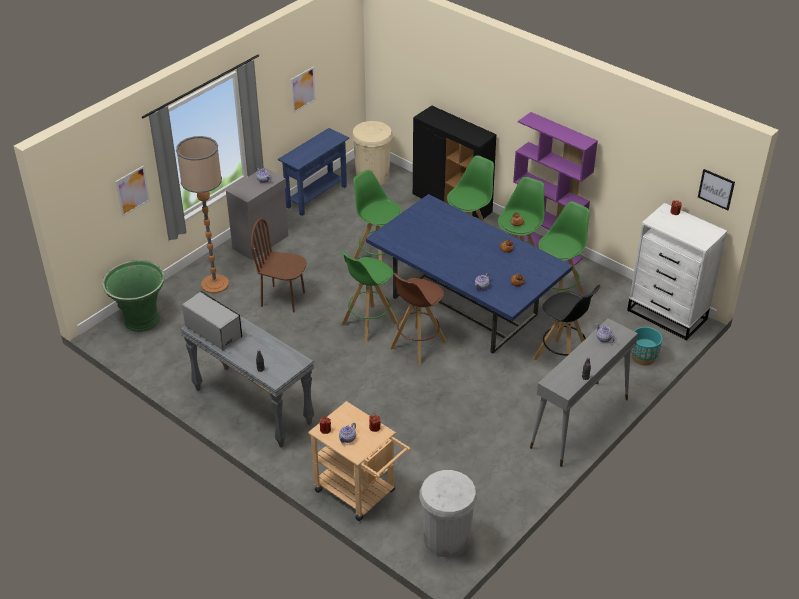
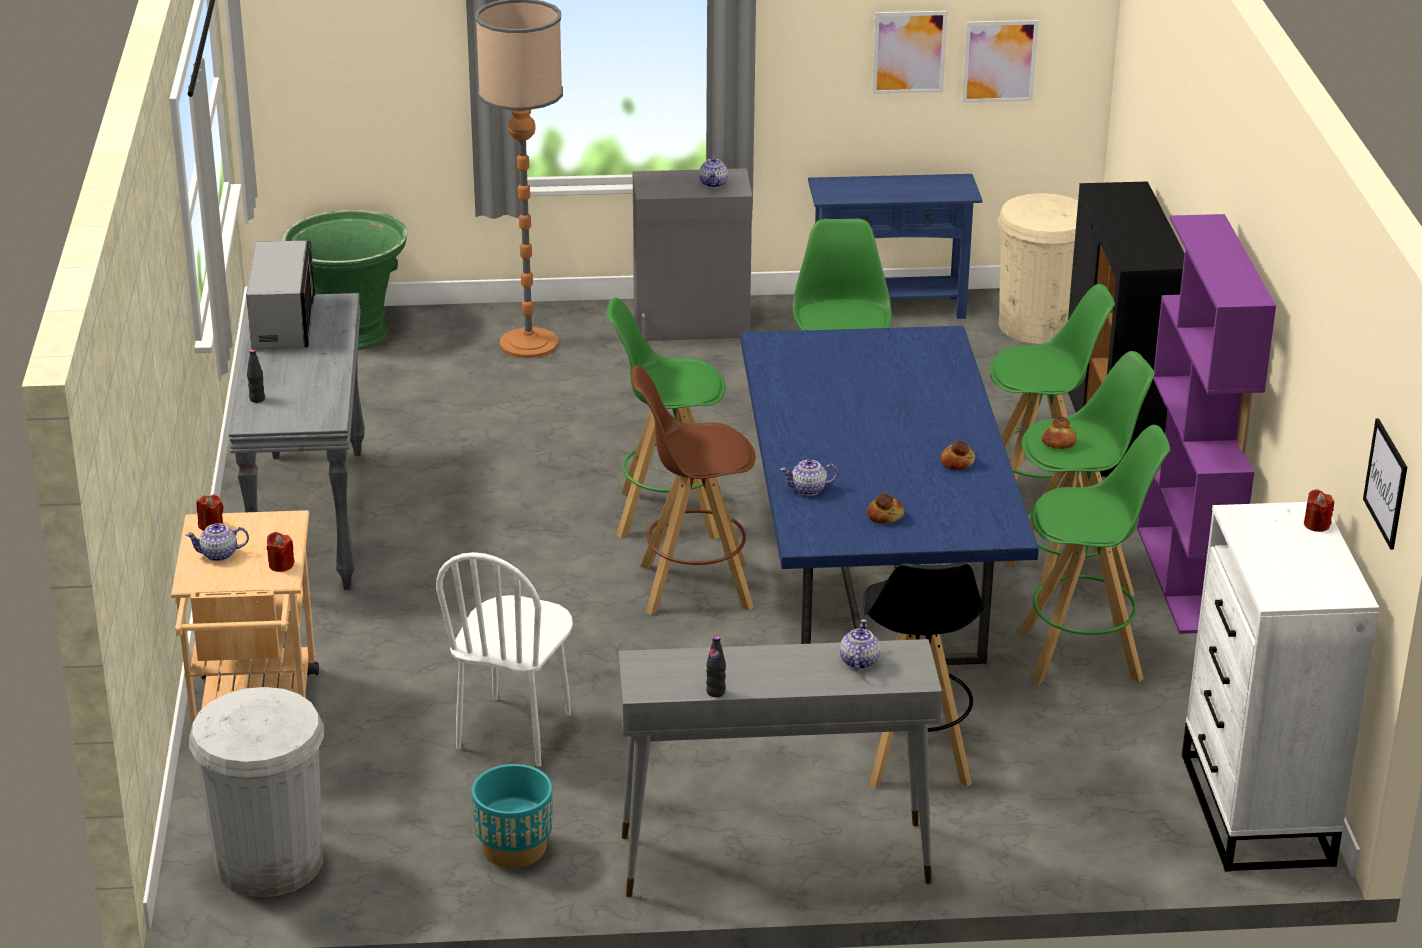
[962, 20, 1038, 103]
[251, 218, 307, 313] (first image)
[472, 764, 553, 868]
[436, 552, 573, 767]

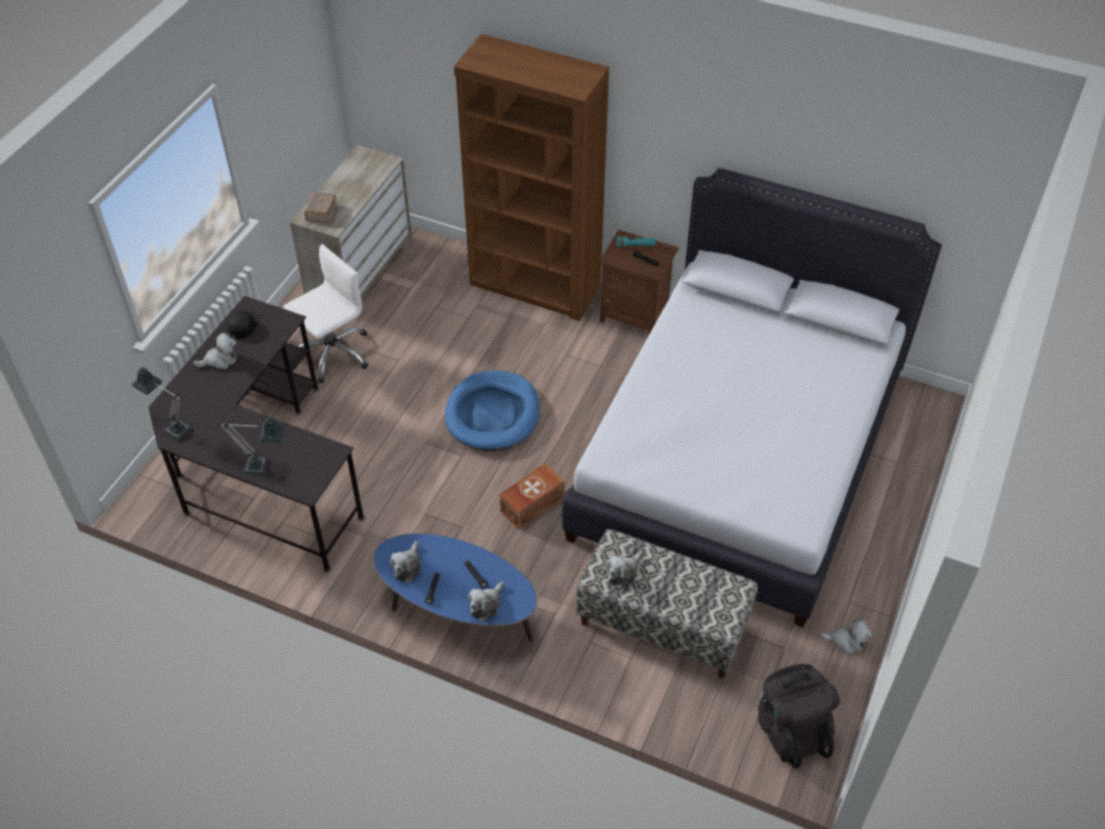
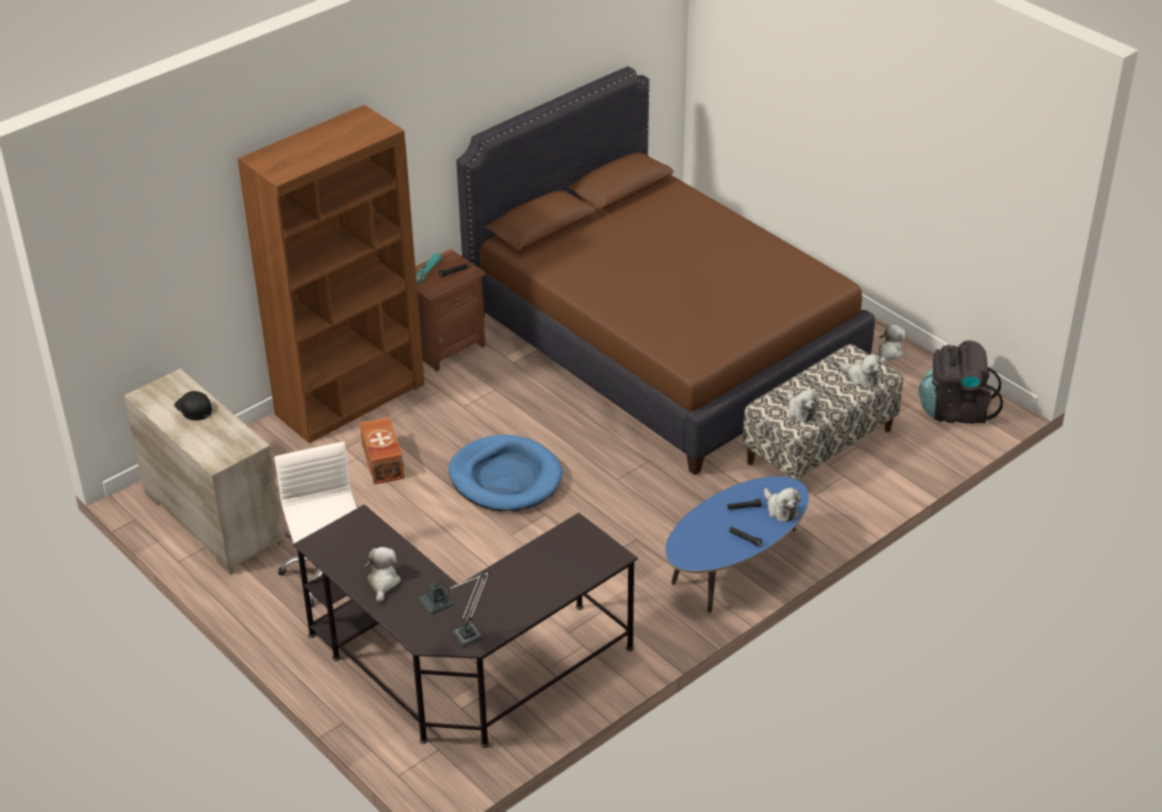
[456, 66, 875, 475]
[304, 192, 337, 223] (first image)
[174, 391, 212, 420]
[219, 414, 286, 475] (first image)
[360, 417, 405, 484]
[840, 354, 882, 387]

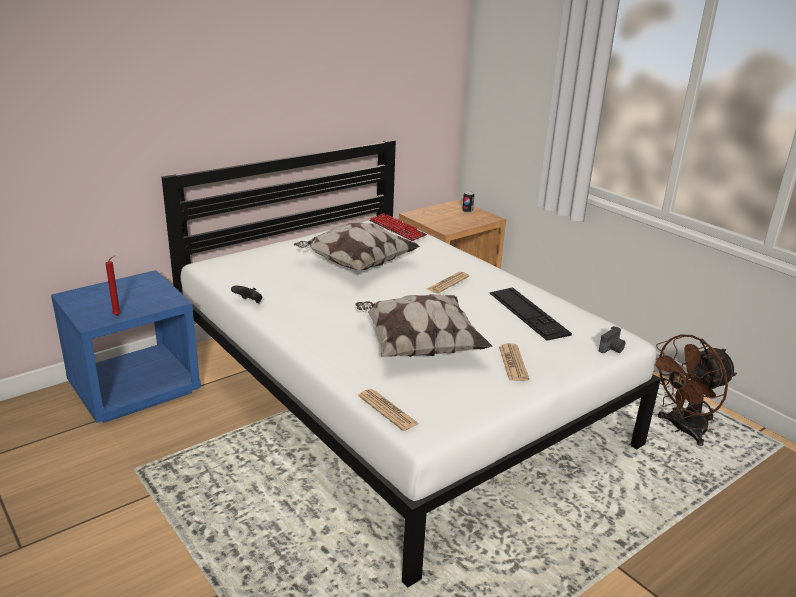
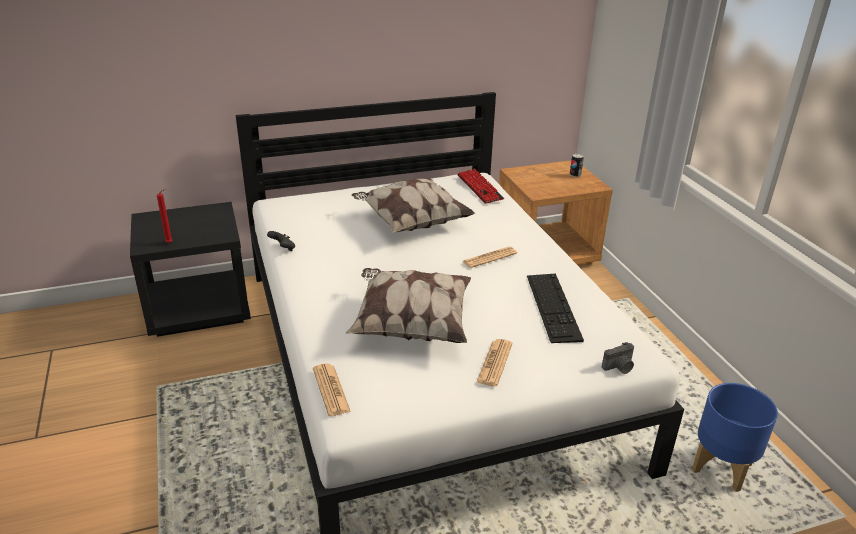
[130, 202, 251, 337]
[692, 383, 778, 492]

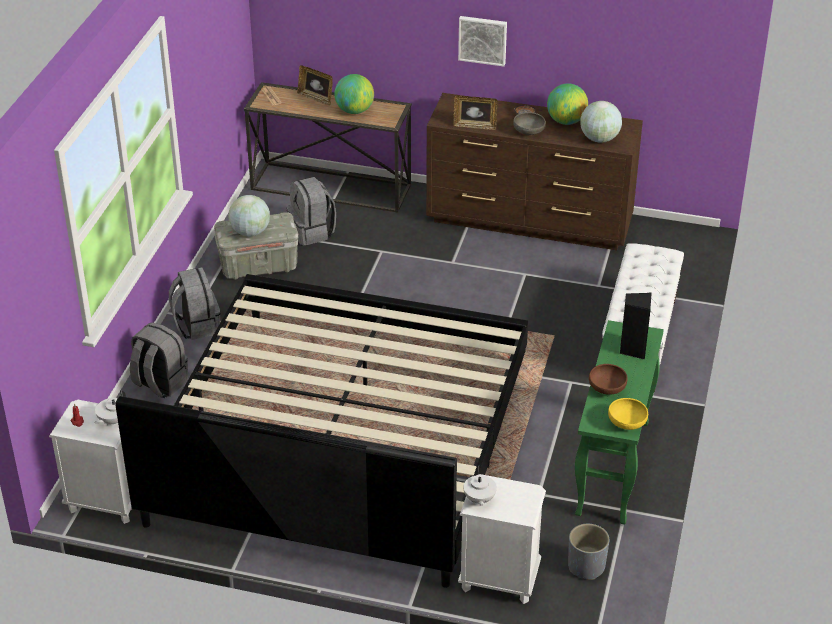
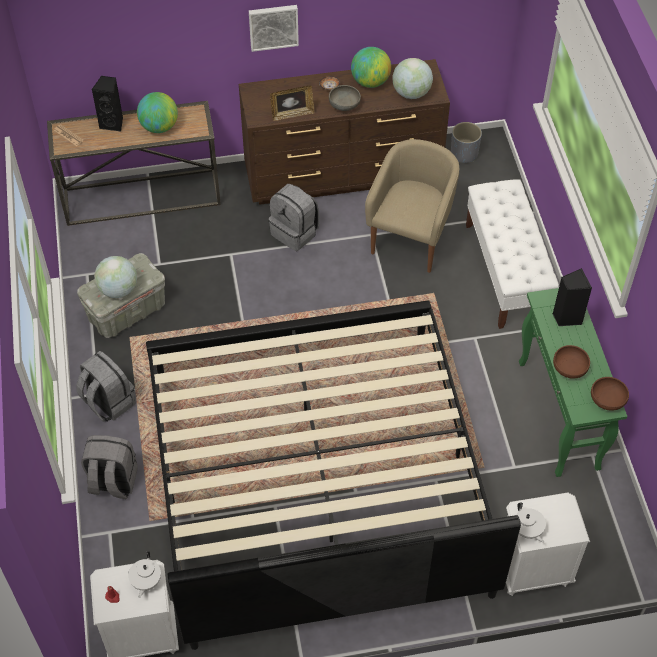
[92, 76, 123, 131]
[269, 184, 320, 251]
[591, 377, 629, 411]
[451, 122, 482, 163]
[365, 139, 459, 273]

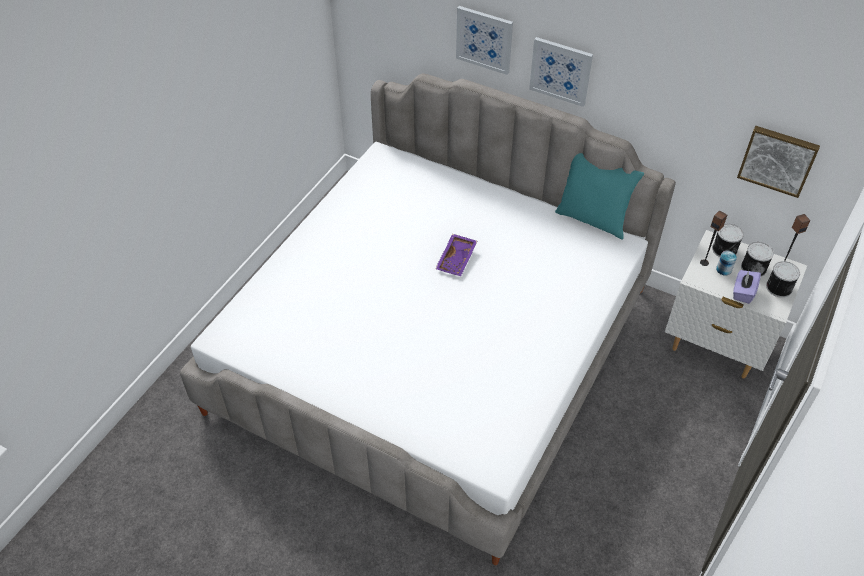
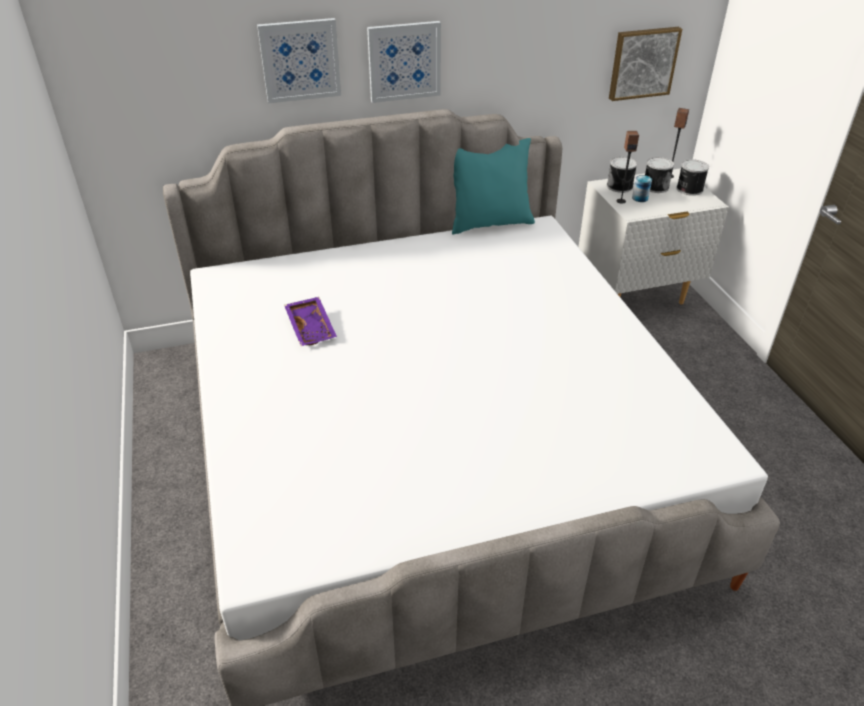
[284, 297, 337, 346]
[733, 270, 761, 304] (first image)

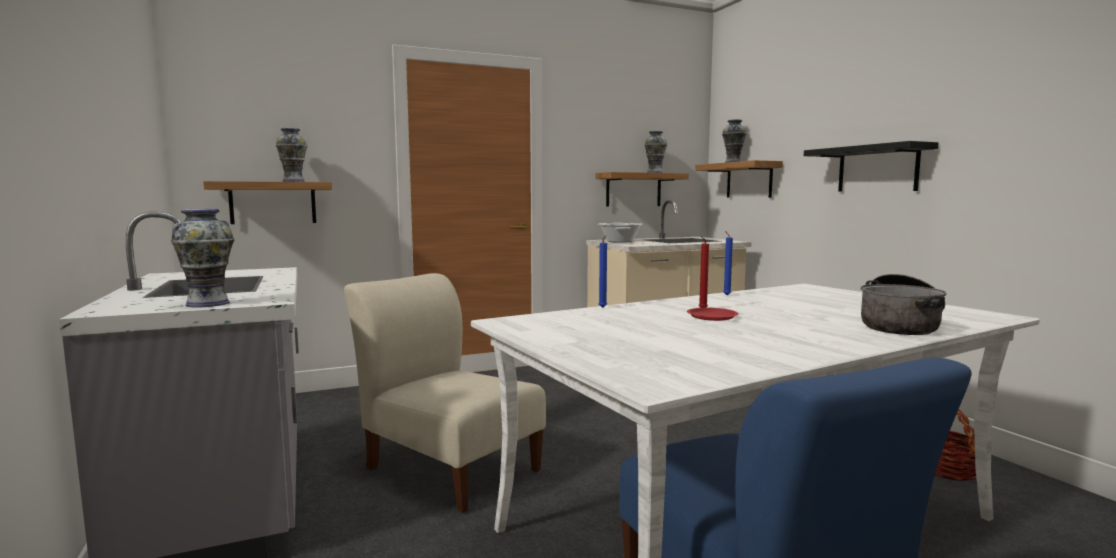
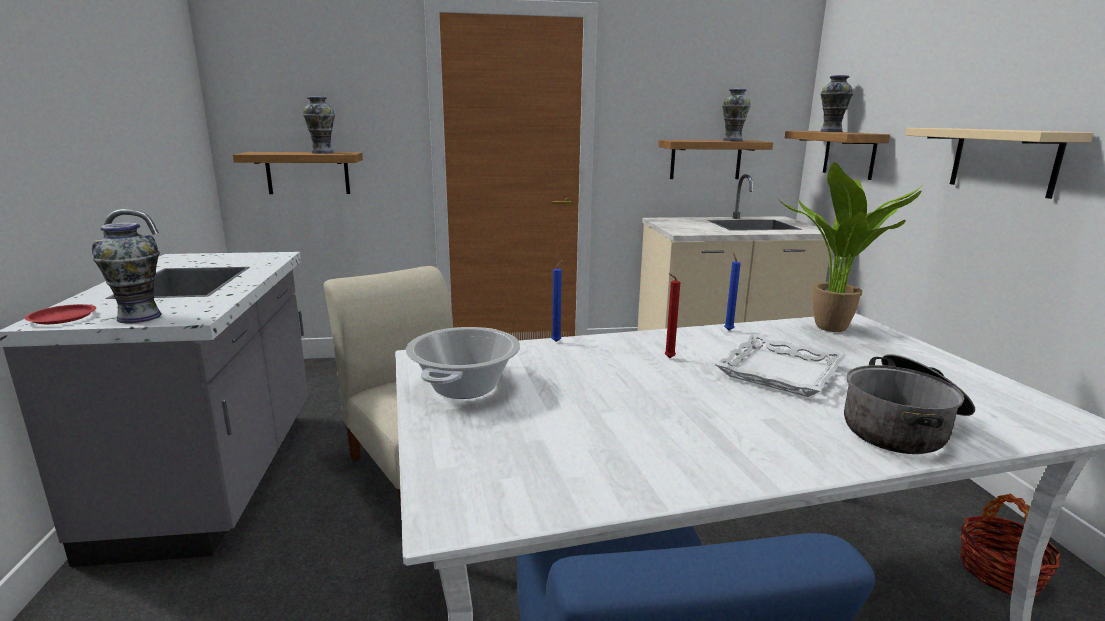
[905, 128, 1093, 199]
[406, 327, 520, 399]
[25, 304, 96, 324]
[779, 162, 921, 332]
[715, 334, 846, 397]

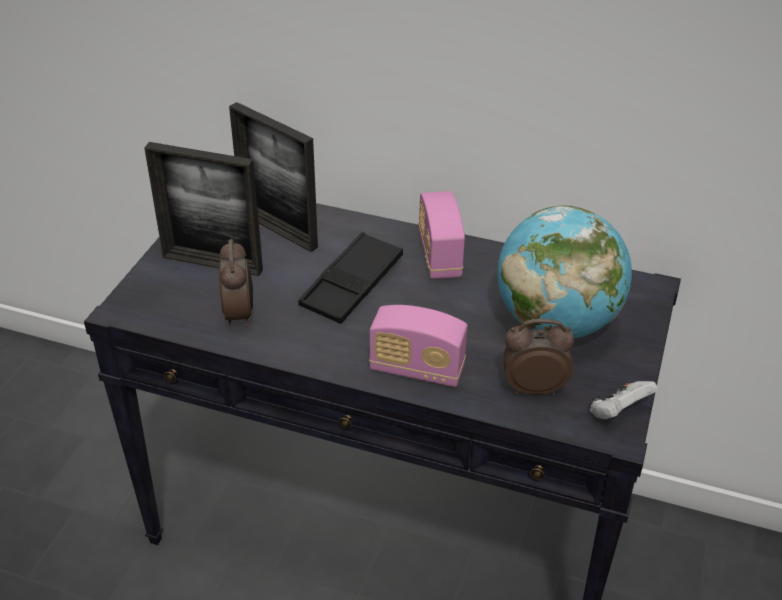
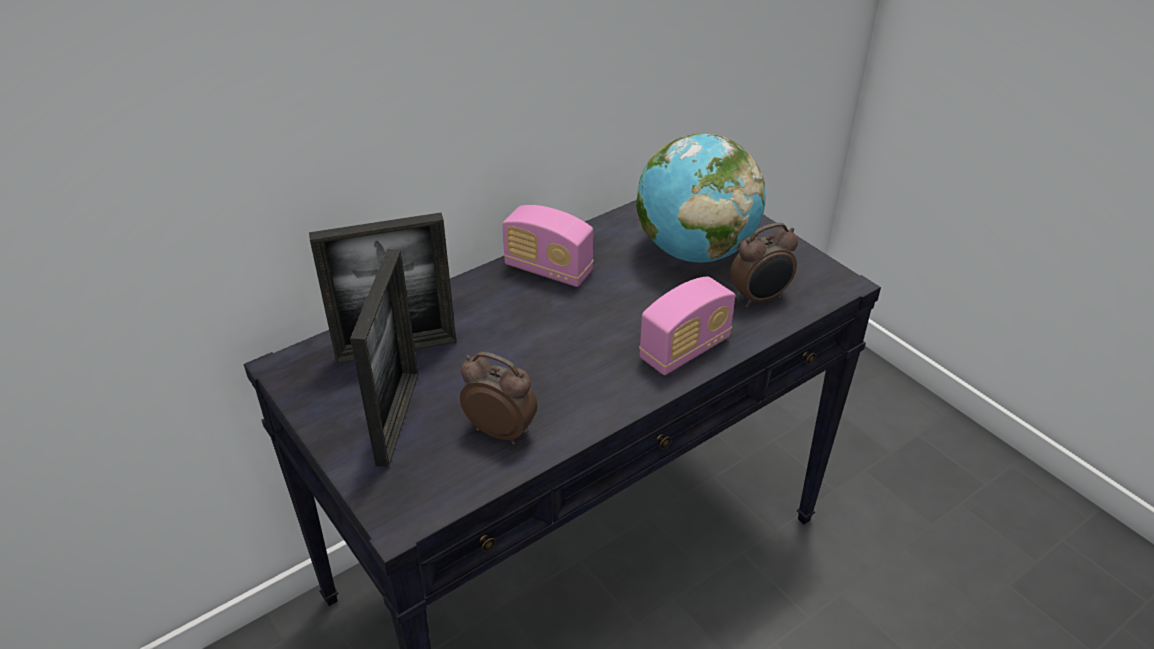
[350, 249, 418, 467]
[298, 232, 403, 324] (first image)
[730, 223, 798, 308]
[590, 381, 658, 420] (first image)

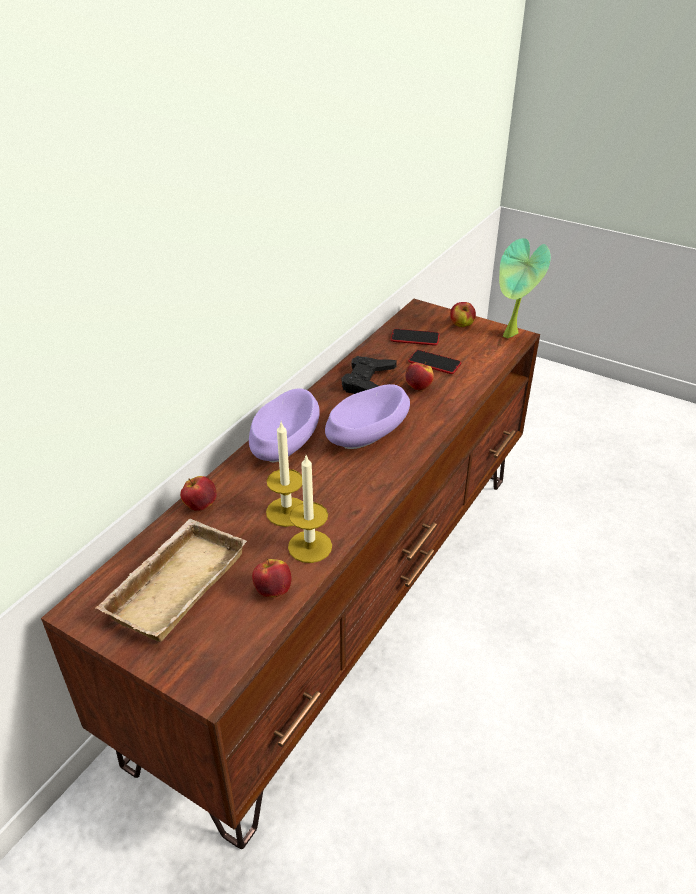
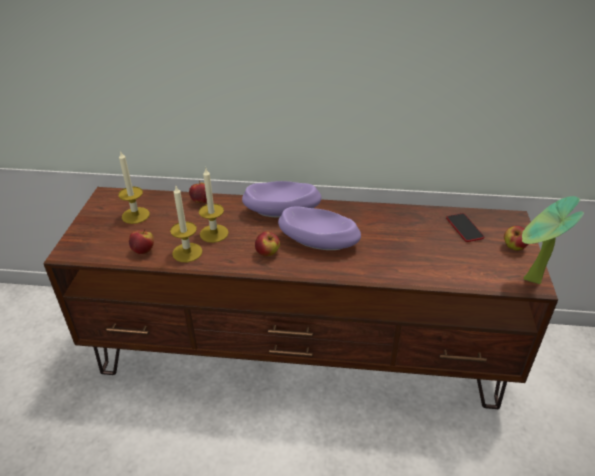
[408, 350, 461, 374] (first image)
[341, 356, 397, 394] (first image)
[255, 231, 280, 256]
[118, 150, 150, 224]

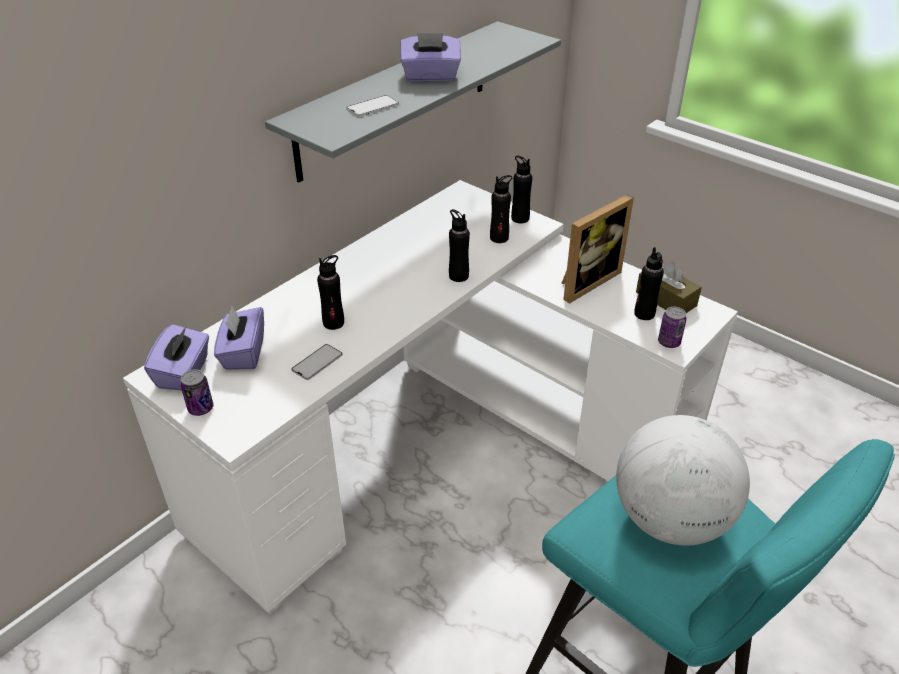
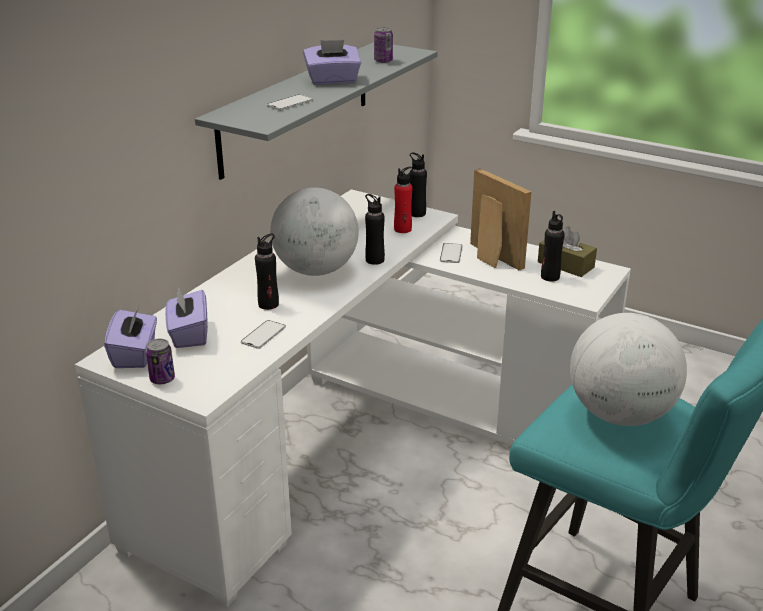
[394, 167, 413, 233]
[470, 168, 531, 270]
[374, 27, 393, 63]
[270, 187, 359, 276]
[440, 243, 462, 263]

